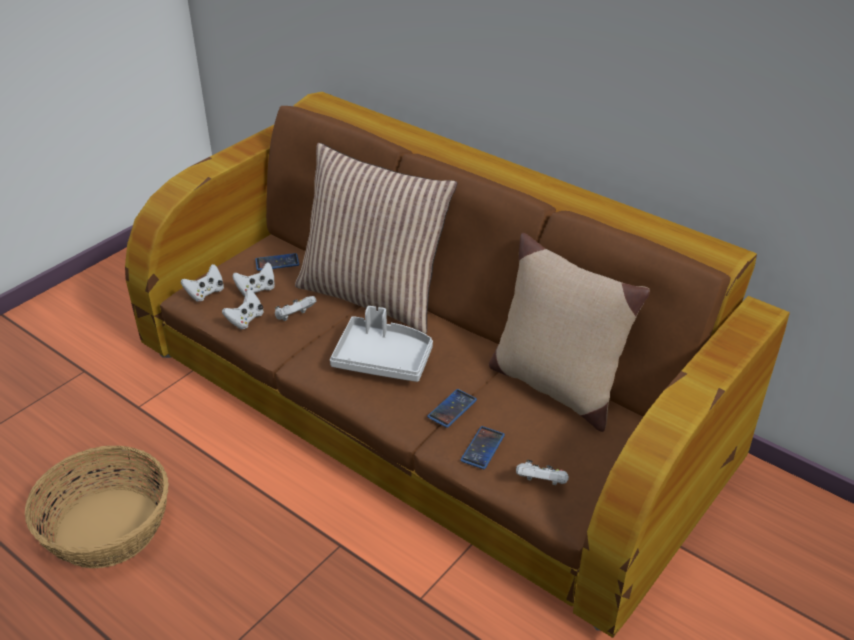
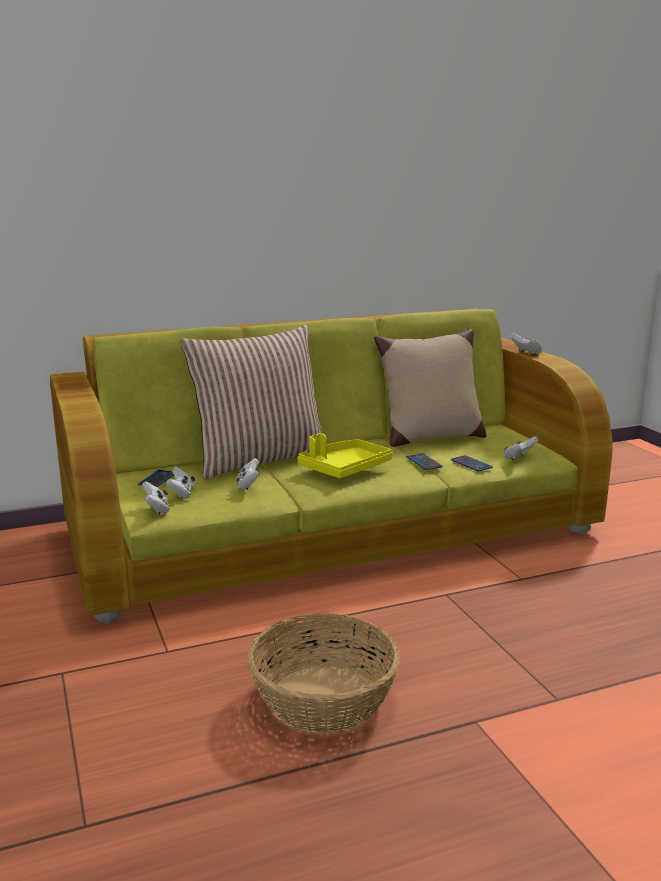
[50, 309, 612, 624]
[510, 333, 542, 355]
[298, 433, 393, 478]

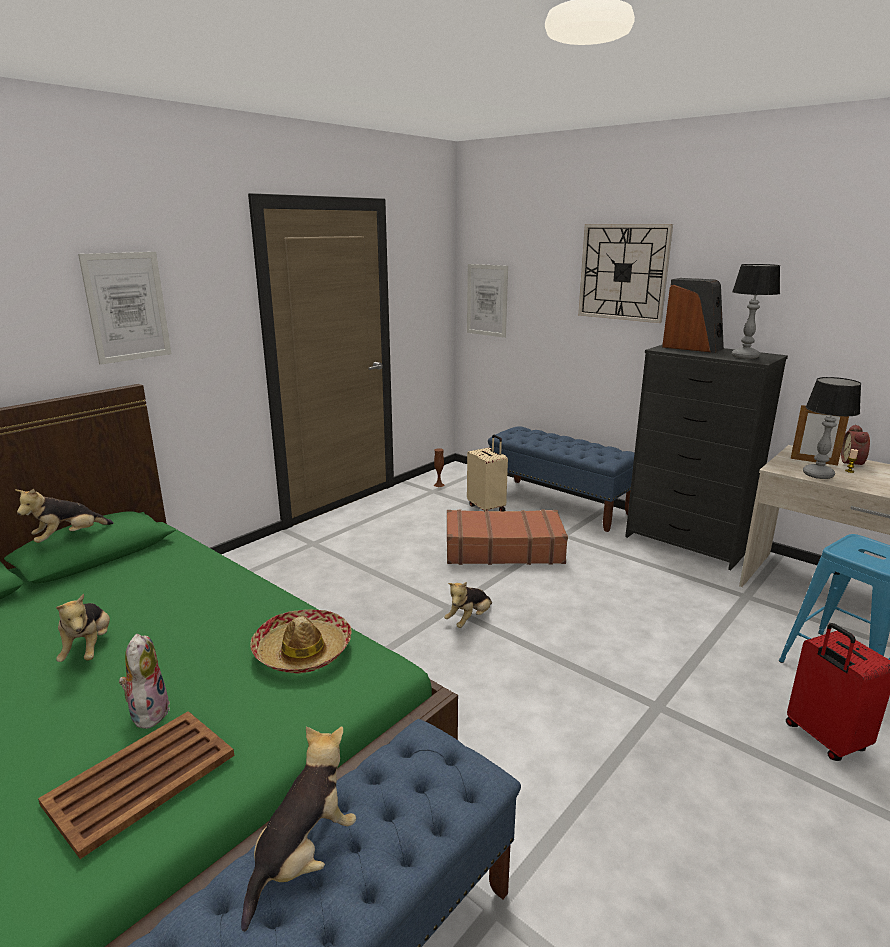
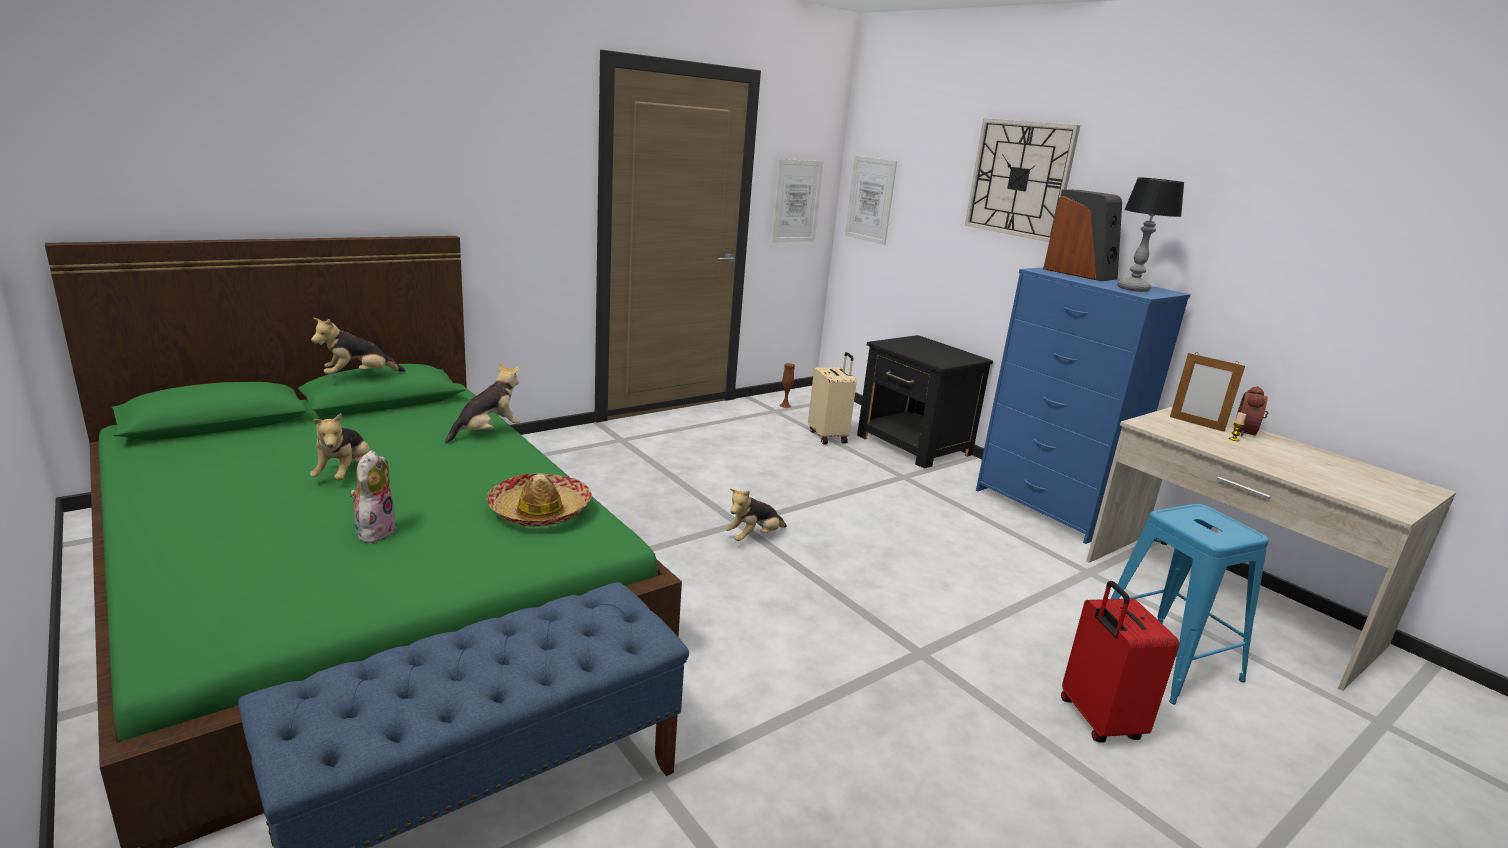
[771, 159, 823, 243]
[976, 267, 1190, 544]
[803, 377, 861, 479] (first image)
[857, 335, 993, 469]
[447, 509, 568, 565] (first image)
[38, 711, 234, 859] (first image)
[445, 363, 521, 444]

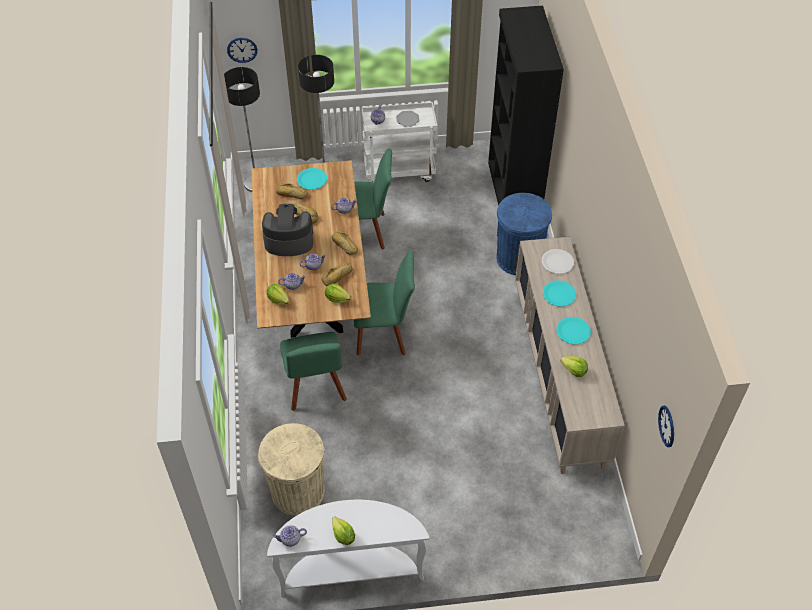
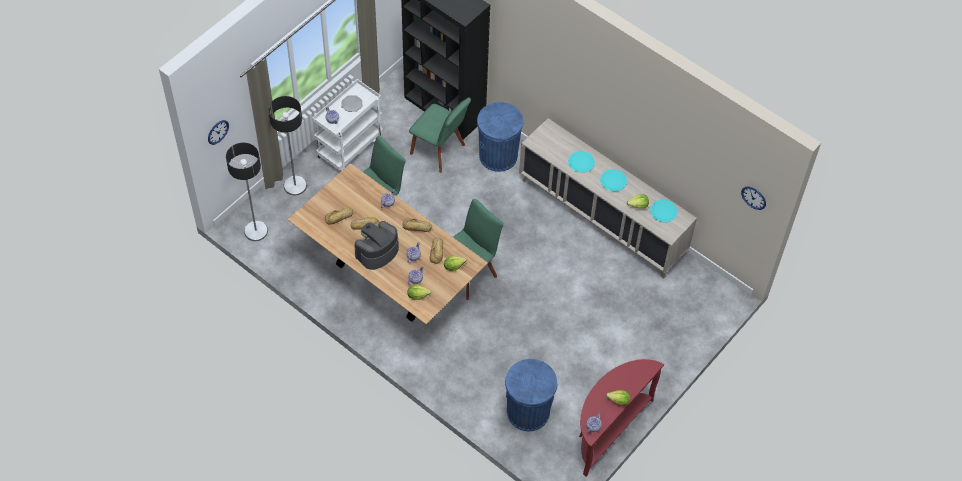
[650, 200, 678, 222]
[542, 249, 574, 274] (first image)
[409, 97, 471, 173]
[505, 359, 557, 431]
[579, 359, 664, 477]

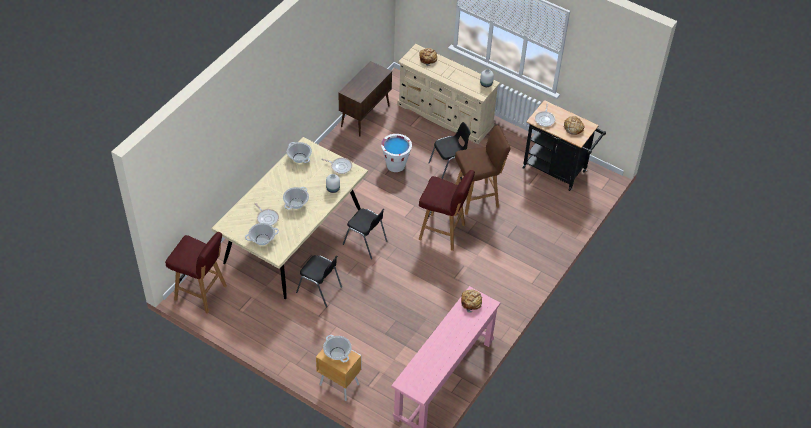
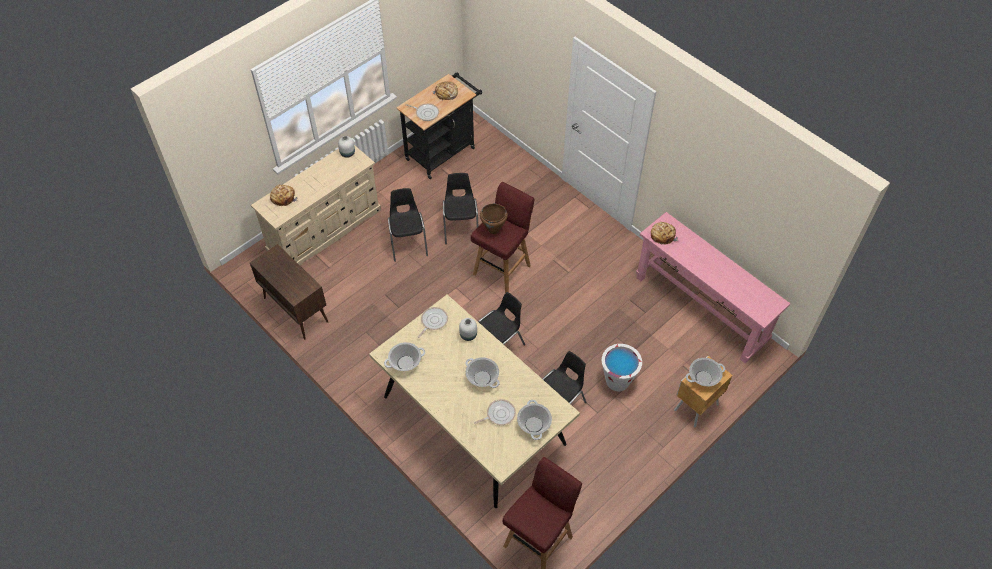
[443, 173, 478, 244]
[602, 344, 642, 391]
[480, 204, 508, 234]

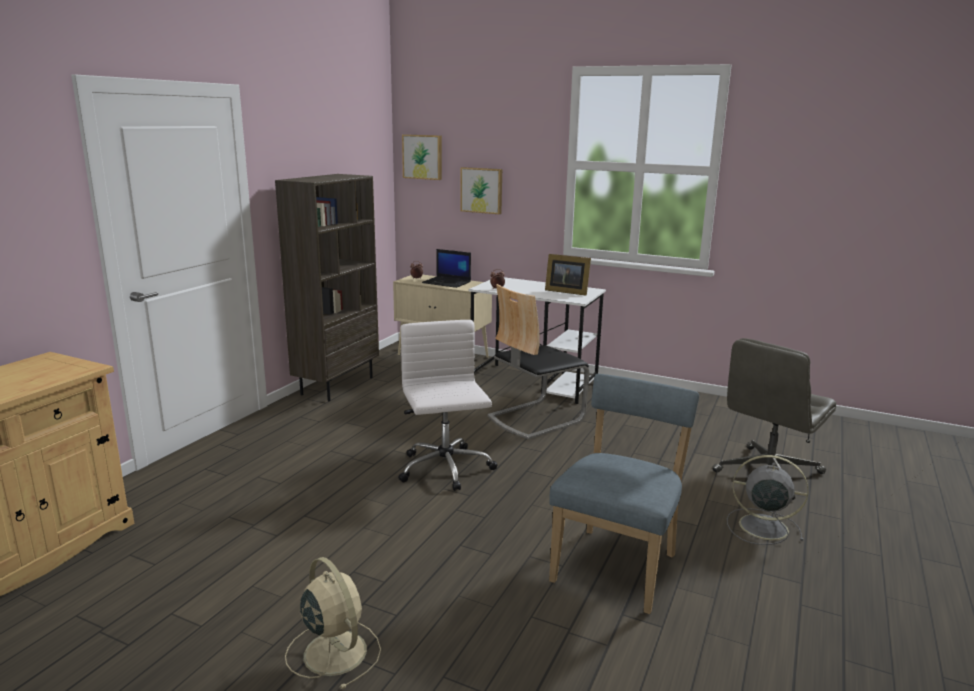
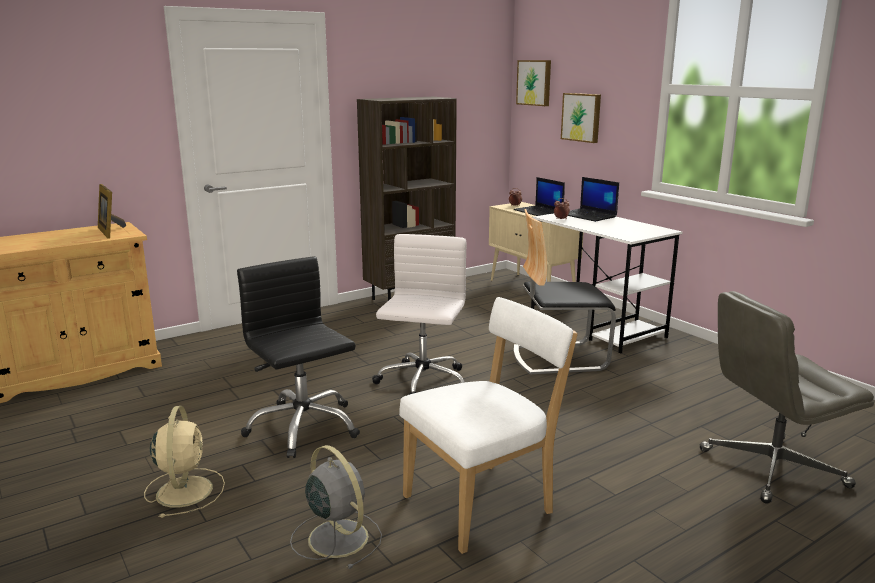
[98, 184, 126, 239]
[399, 297, 578, 554]
[290, 445, 382, 569]
[568, 177, 619, 222]
[237, 256, 360, 458]

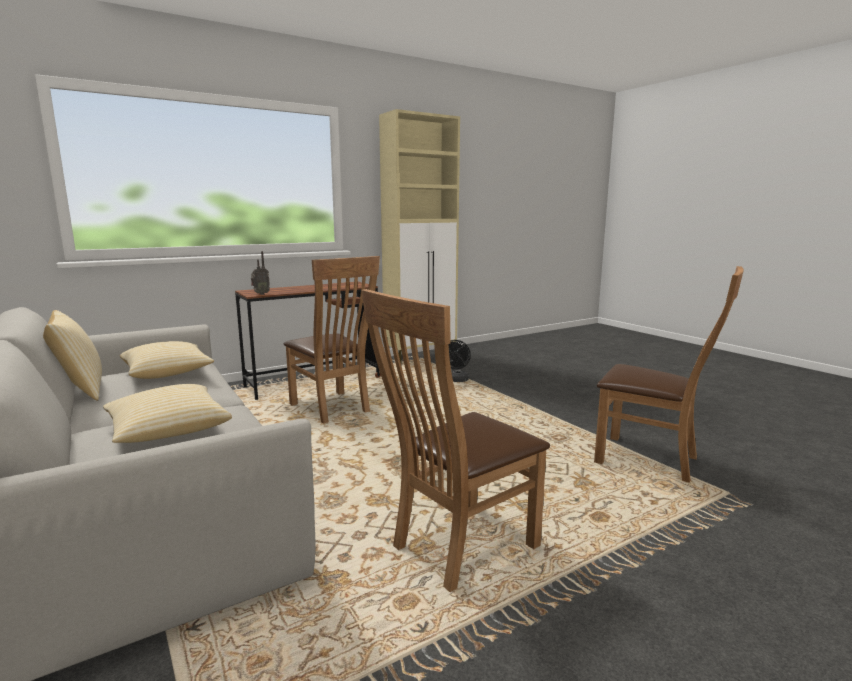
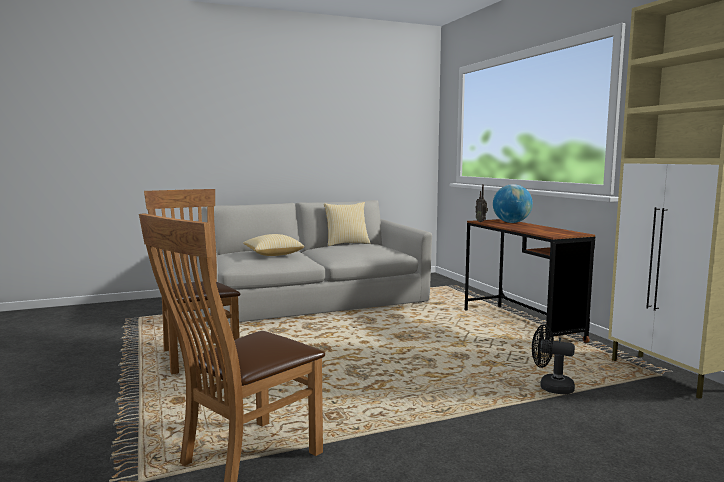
[283, 256, 380, 424] (first image)
[120, 341, 214, 379] (first image)
[493, 184, 533, 223]

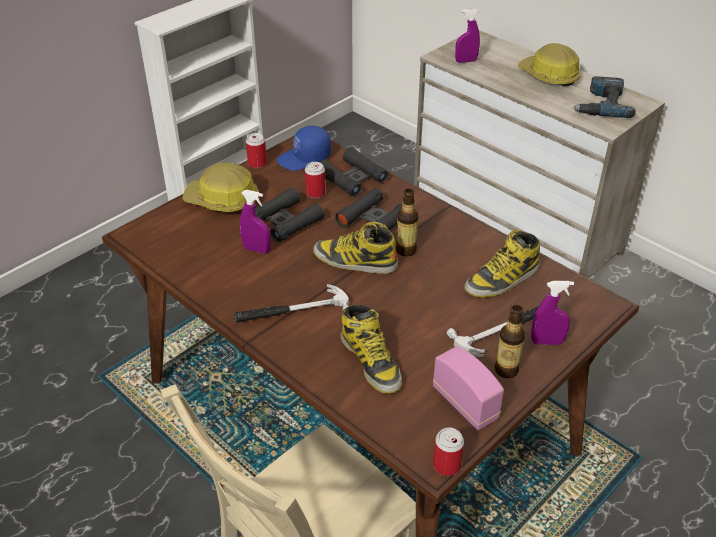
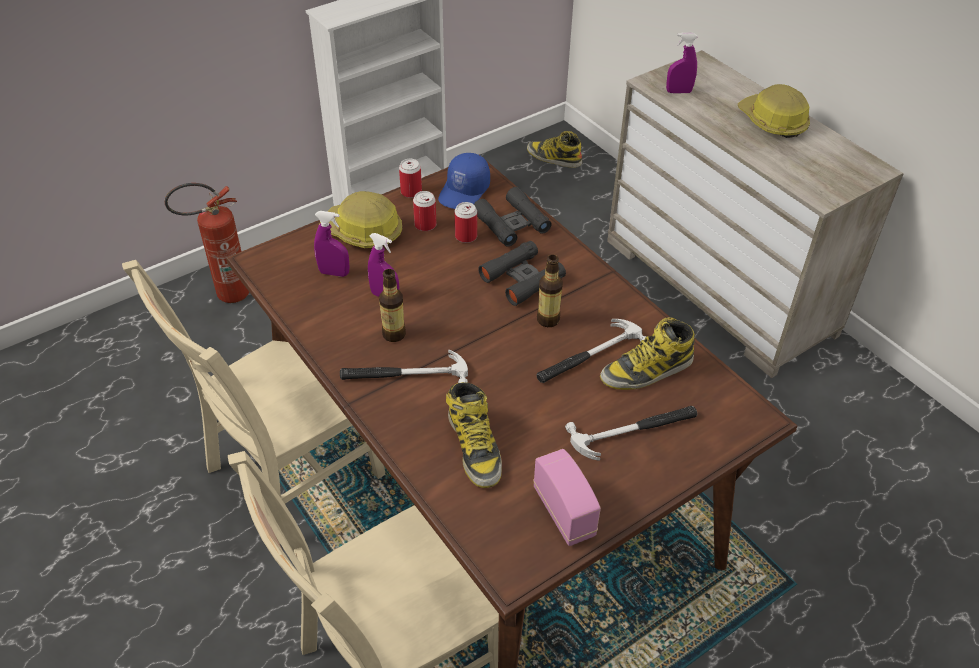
[573, 76, 636, 118] (first image)
[438, 153, 490, 209]
[255, 188, 324, 242] (first image)
[527, 131, 582, 168]
[314, 211, 349, 277]
[379, 269, 406, 342]
[413, 191, 436, 231]
[165, 183, 249, 303]
[122, 260, 385, 544]
[536, 319, 647, 383]

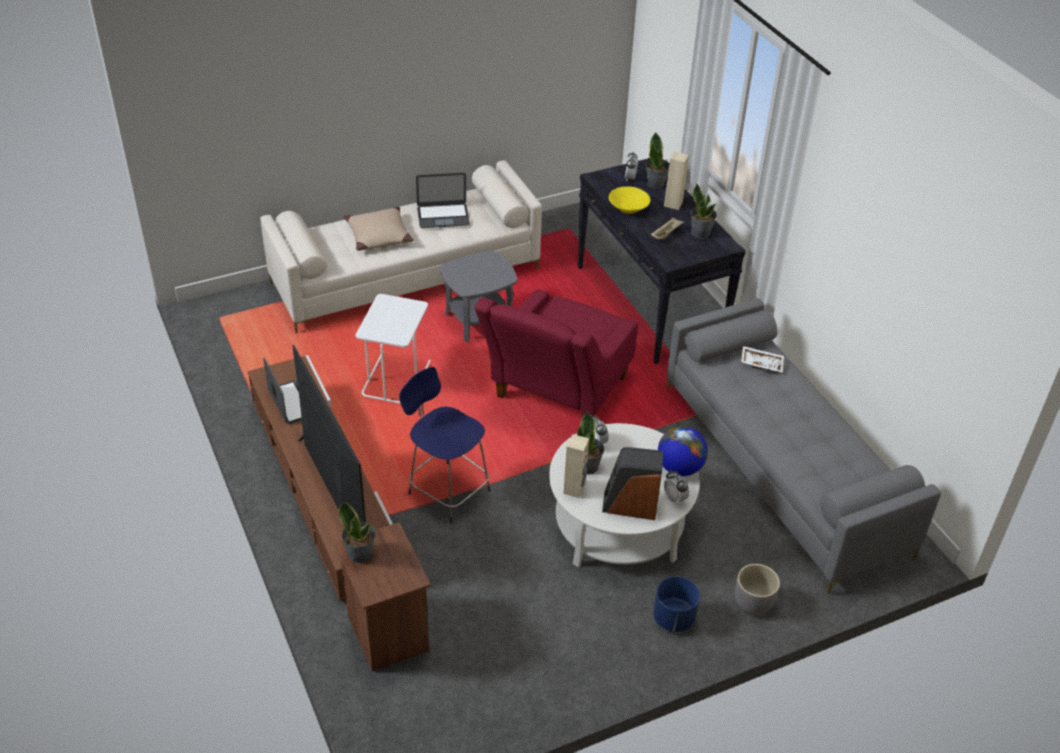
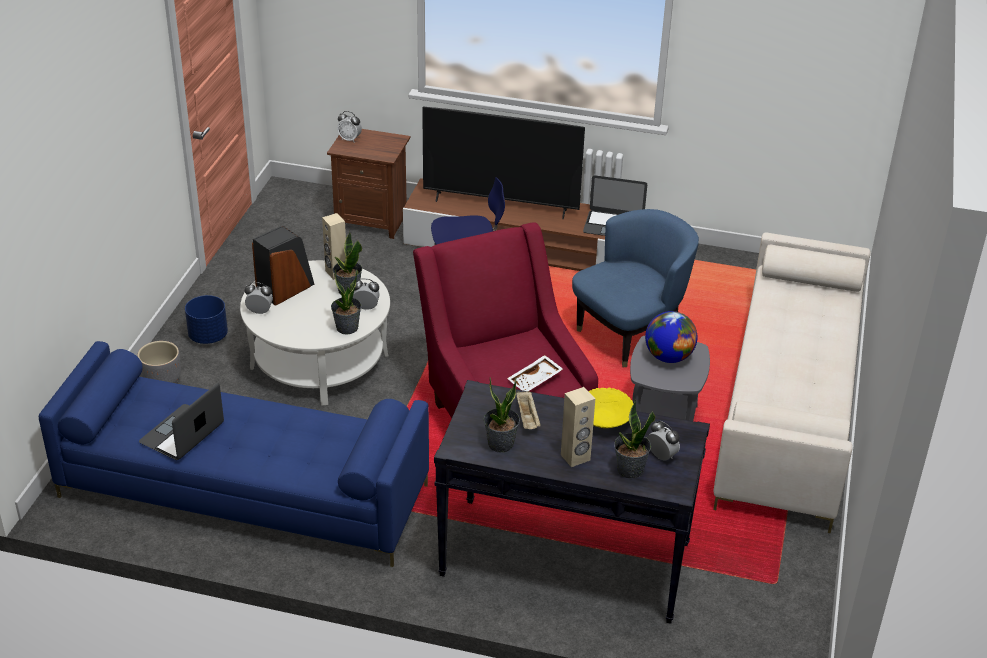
[139, 383, 224, 460]
[343, 207, 413, 251] (first image)
[572, 209, 699, 367]
[39, 341, 429, 567]
[507, 355, 563, 391]
[645, 311, 697, 363]
[331, 270, 361, 335]
[337, 111, 362, 143]

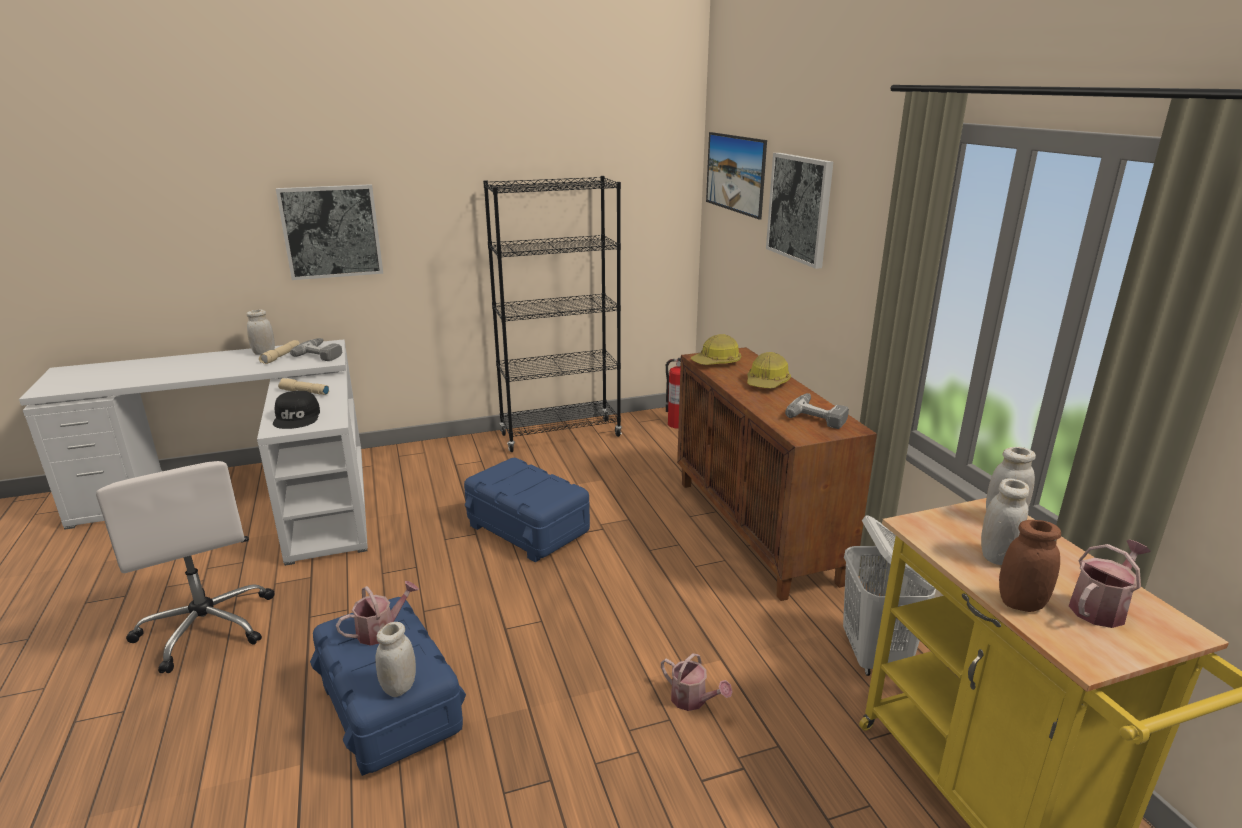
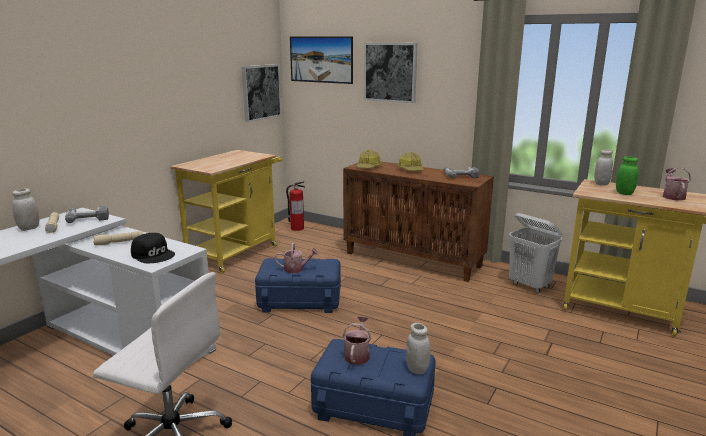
[170, 150, 282, 274]
[241, 64, 282, 122]
[616, 156, 639, 195]
[999, 520, 1061, 612] (first image)
[275, 243, 319, 273]

